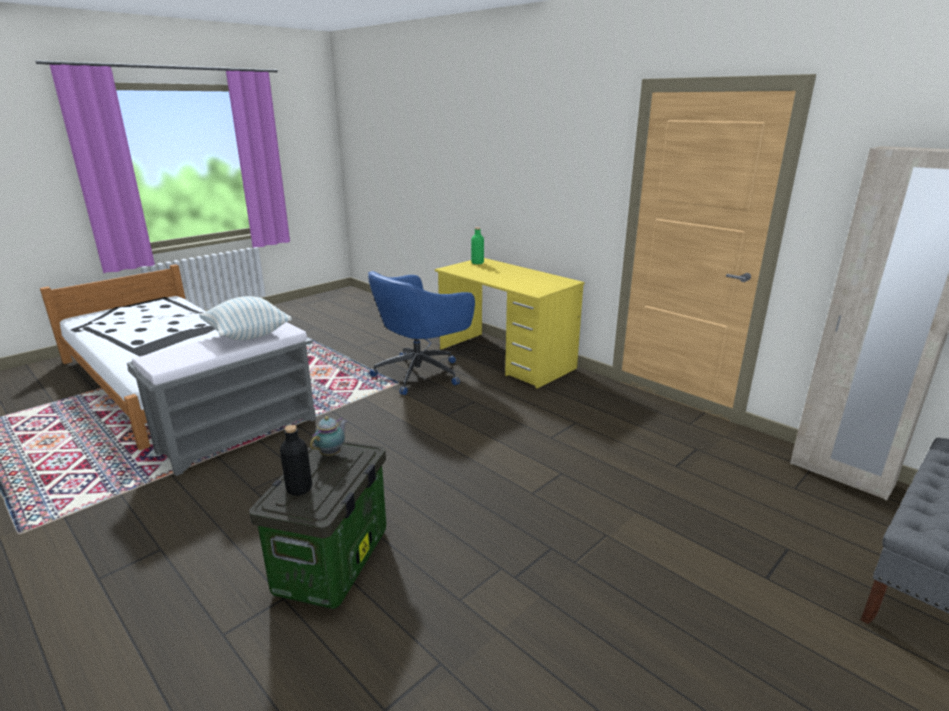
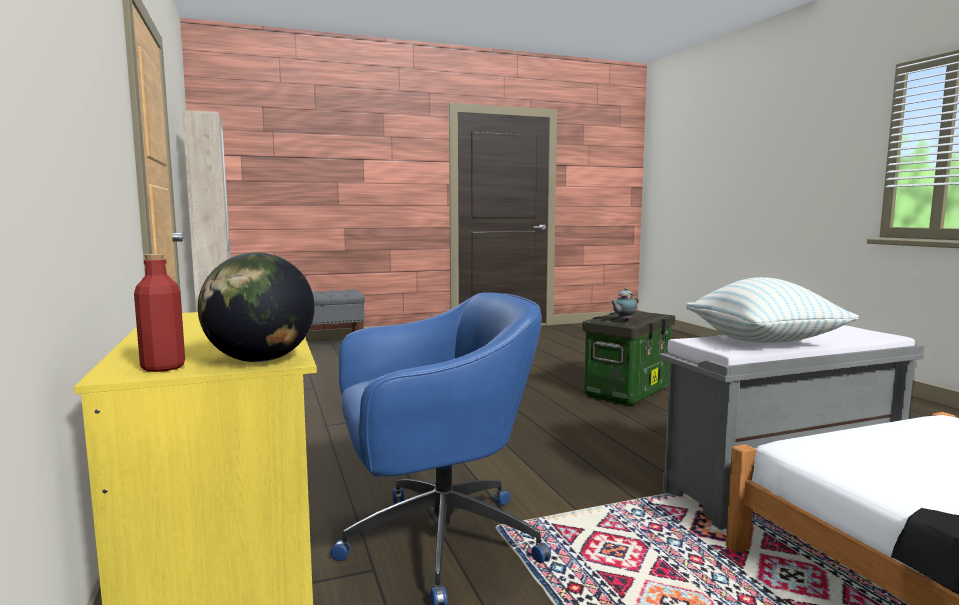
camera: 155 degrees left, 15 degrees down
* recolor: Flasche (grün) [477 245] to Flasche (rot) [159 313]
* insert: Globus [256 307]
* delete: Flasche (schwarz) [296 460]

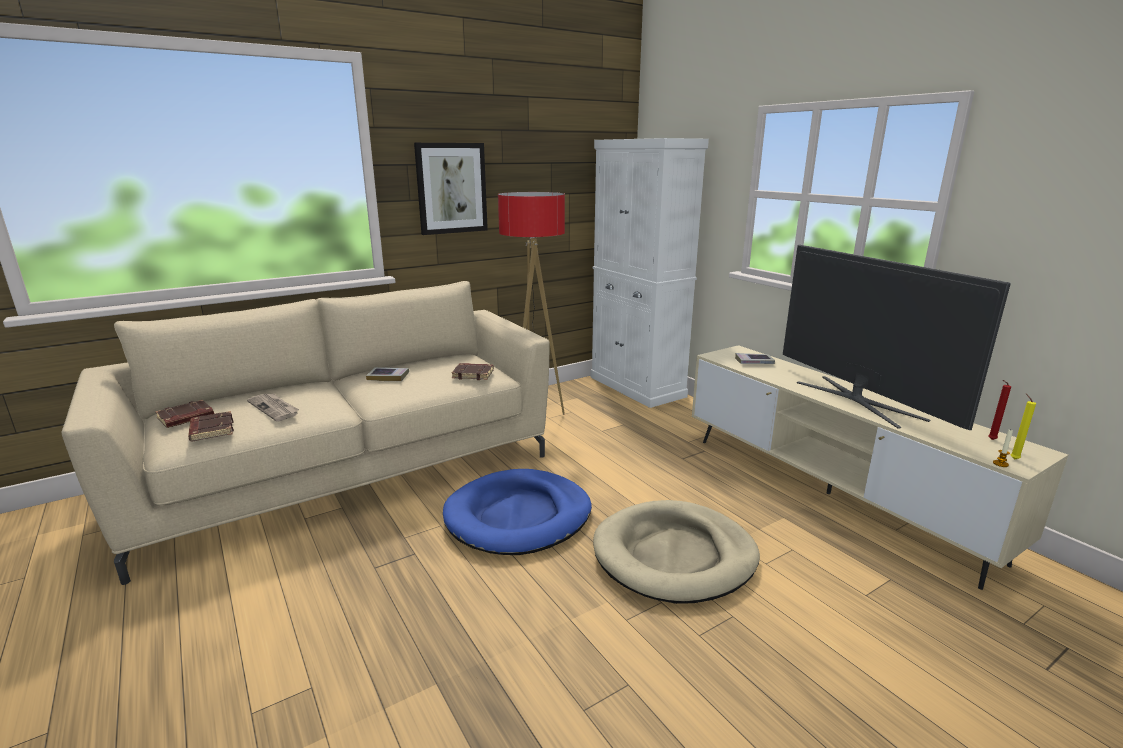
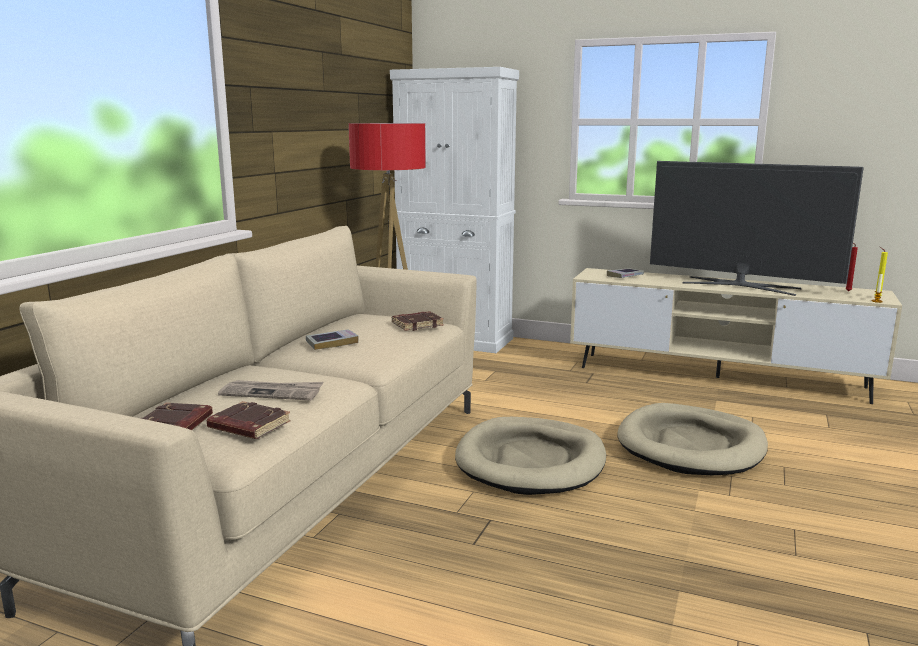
camera: 35 degrees left, 5 degrees down
* recolor: Hundebett (blau) [517 512] to Hundebett (beige) [530 456]
* delete: Bild [451 189]

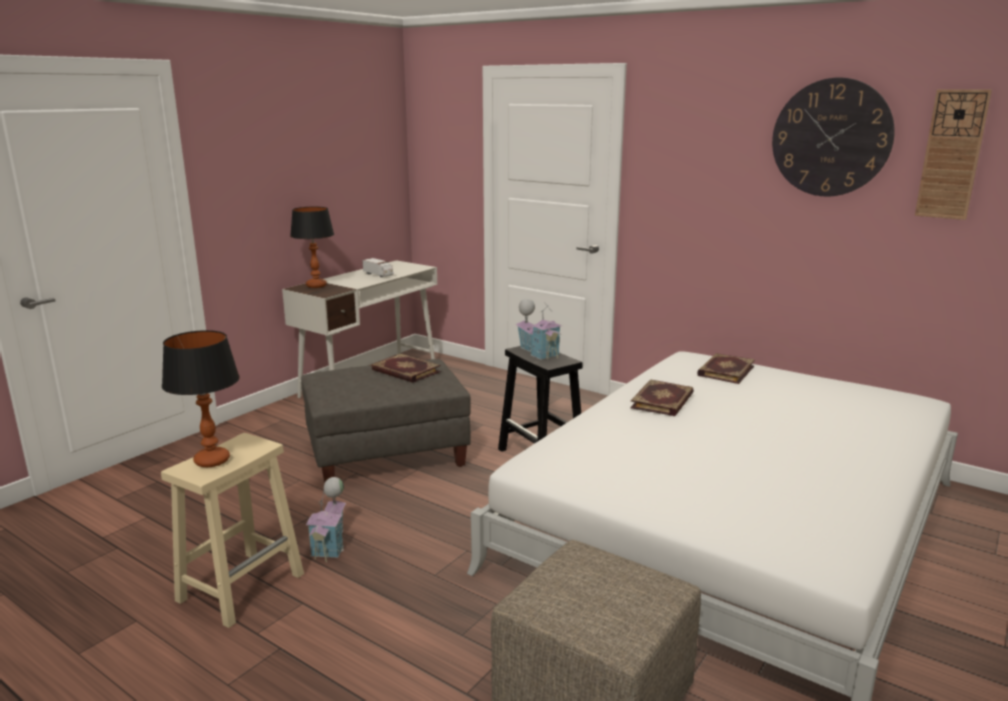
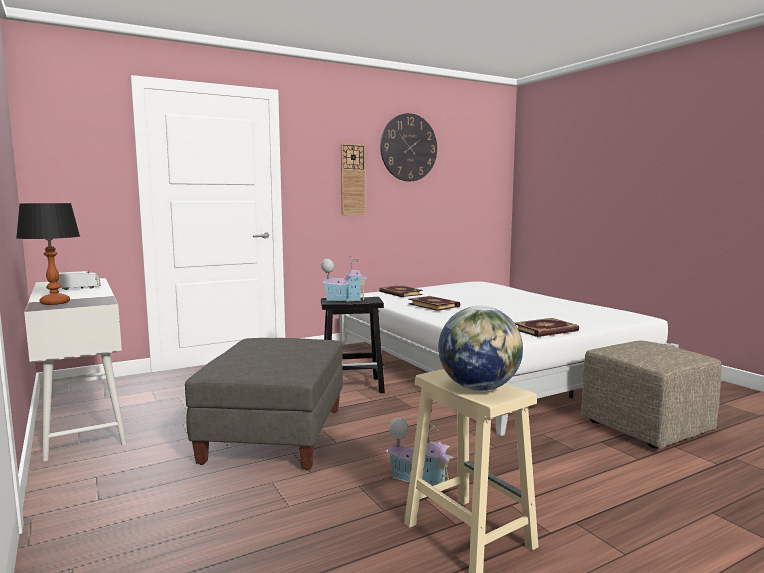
camera: 65 degrees left, 10 degrees down
* move: Wanduhr [953 154] to [353 179]
* replace: Tischlampe [201 398] to Globus [480 348]
* move: Buch [406 368] to [547 327]

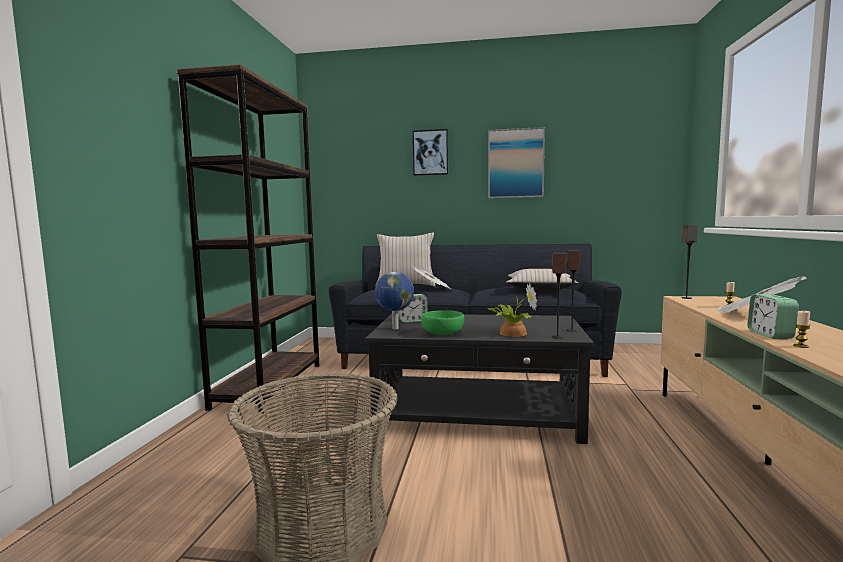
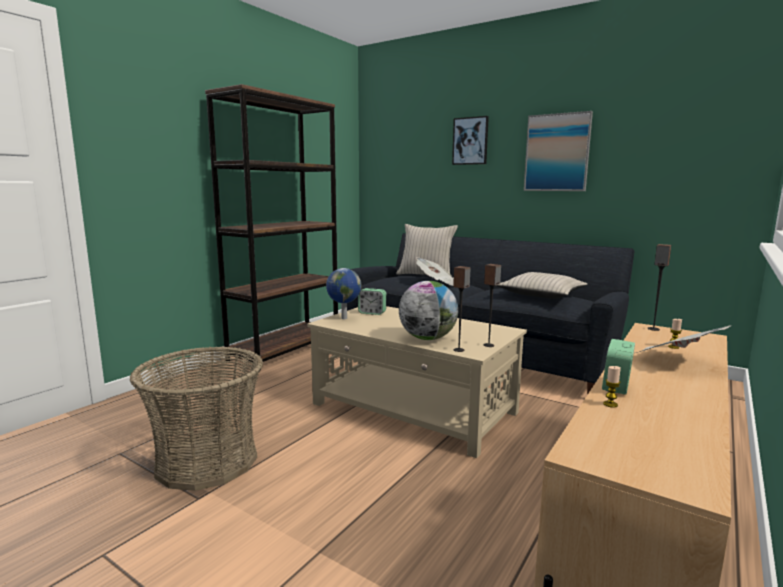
camera: 25 degrees right, 5 degrees up
* recolor: Couchtisch (schwarz) [479 379] to Couchtisch (beige) [417 382]
* replace: Topfpflanze [512 310] to Globus [428 310]
* delete: Schüssel (grün) [442 322]

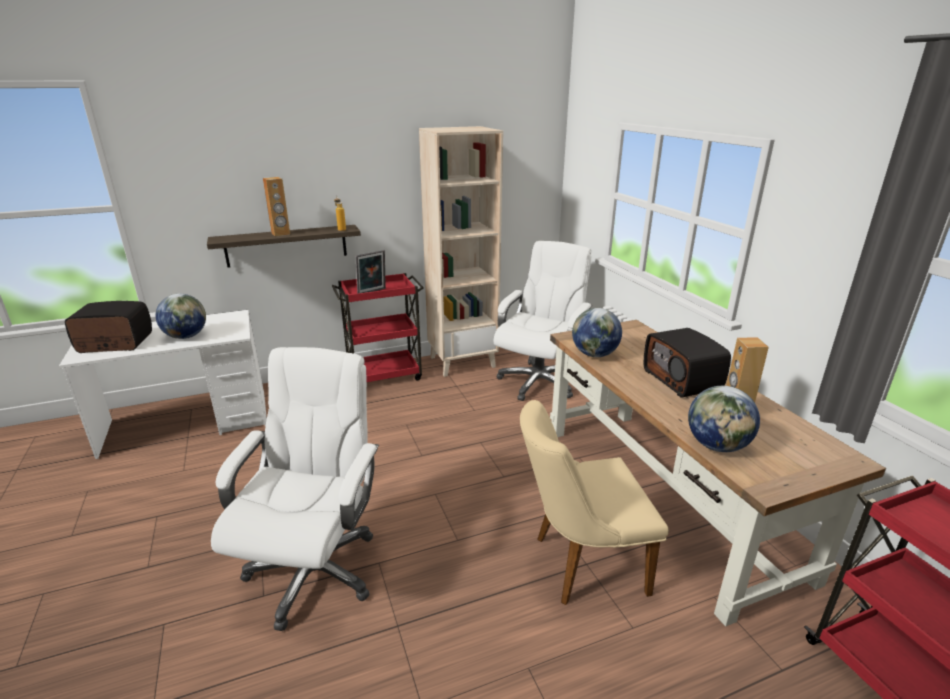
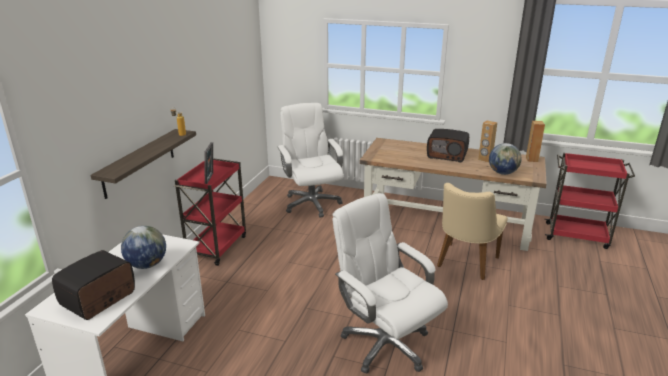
camera: 50 degrees left, 0 degrees up
* move: Lautsprecher (braun) [276 207] to [535 141]
* delete: Bücherregal (beige) [461 251]
* delete: Globus [597 332]

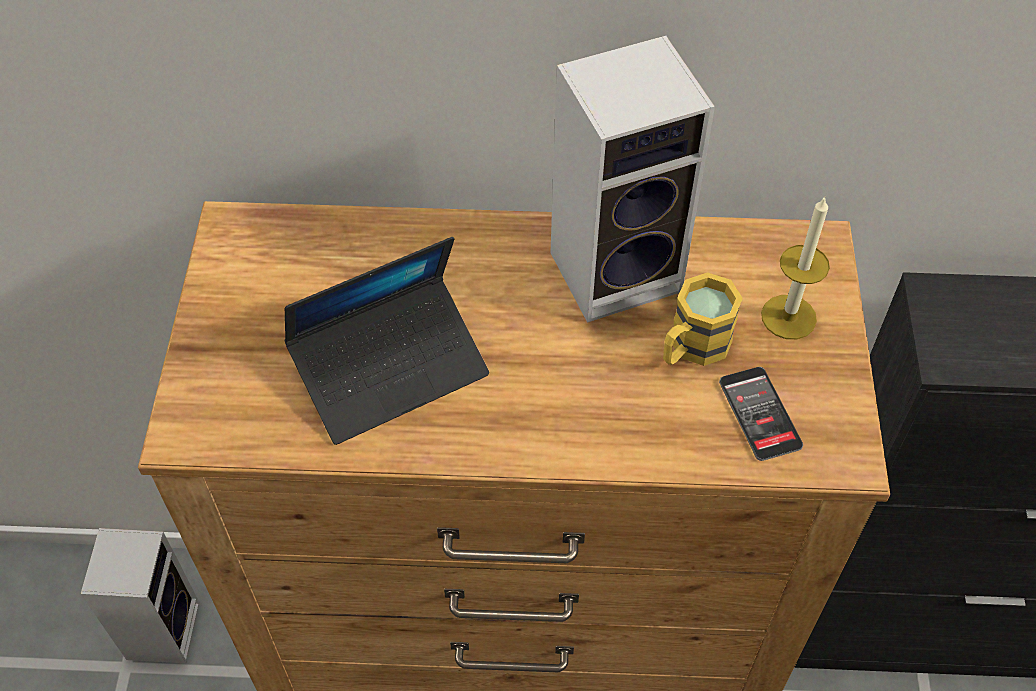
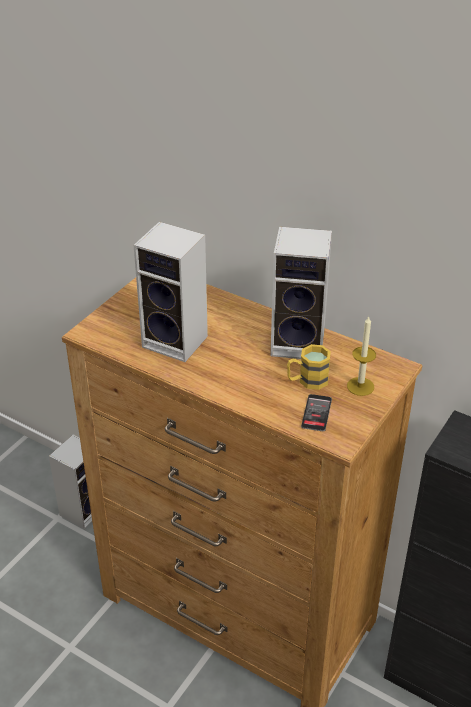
camera: 30 degrees right, 15 degrees down
* replace: Laptop [386 341] to Lautsprecher [171 292]

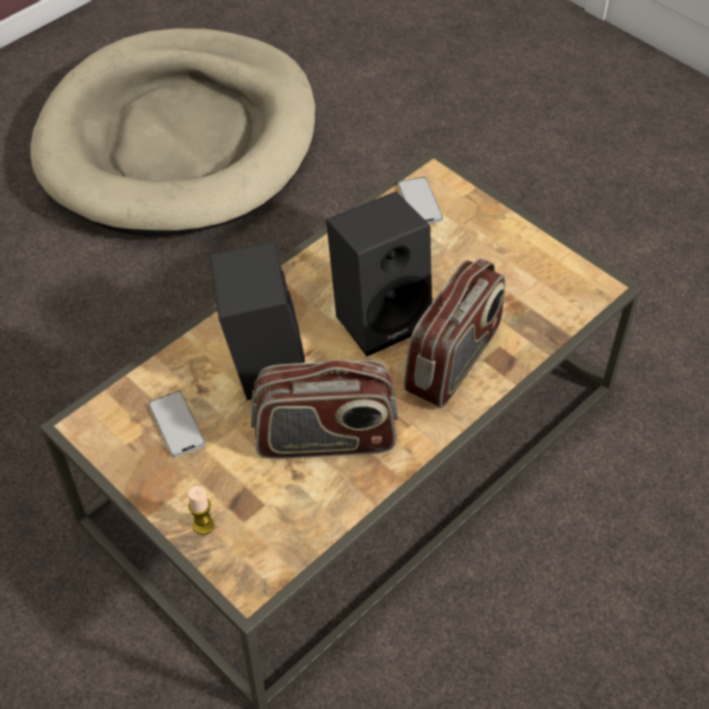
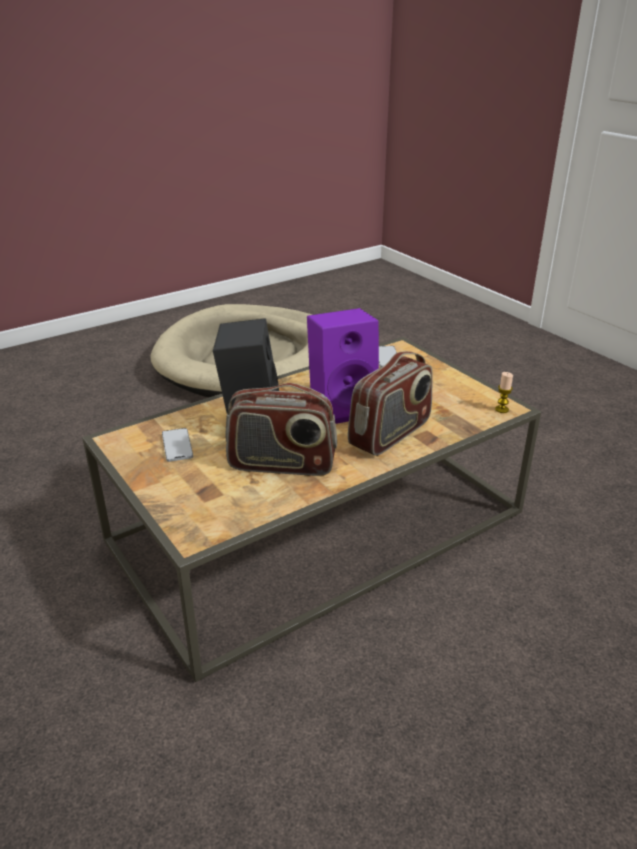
camera: 10 degrees right, 20 degrees down
* recolor: Lautsprecher (schwarz) [379 273] to Lautsprecher (lila) [343 366]
* move: Kerze [201 510] to [504 392]

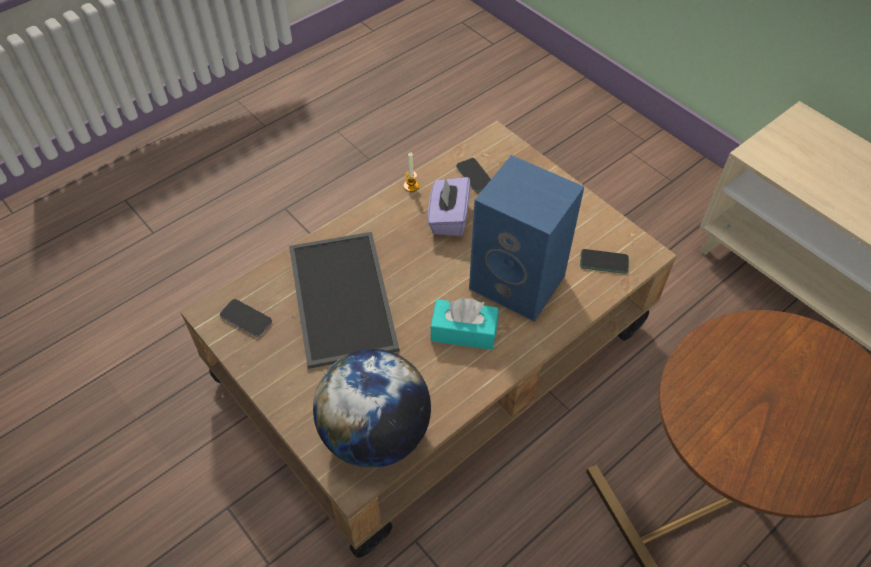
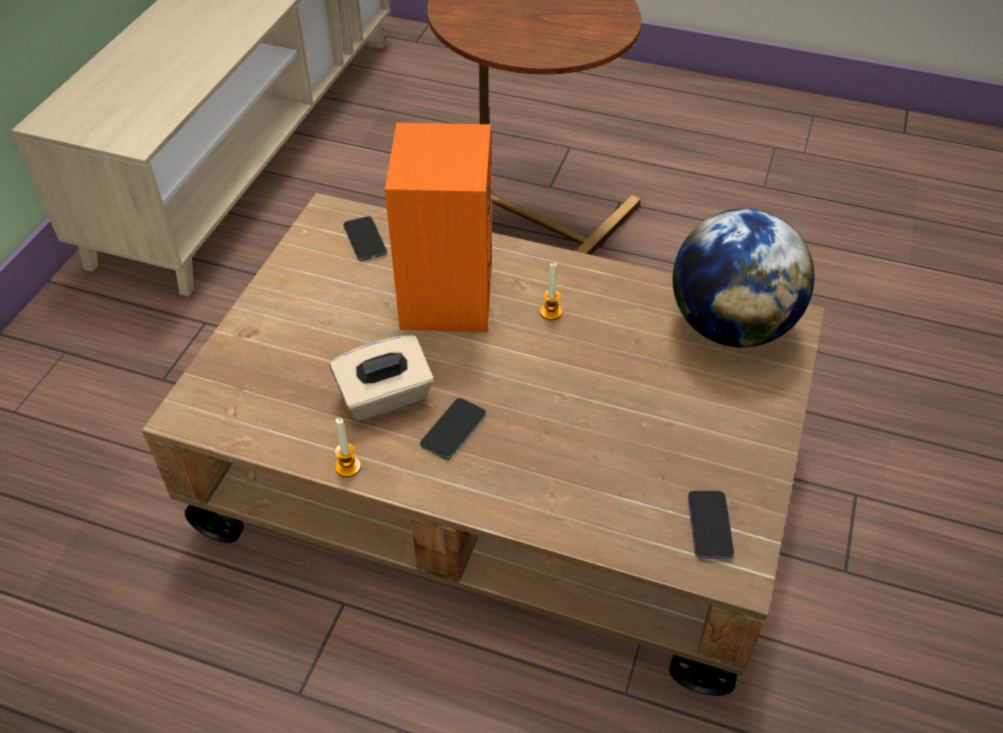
camera: 120 degrees left, 5 degrees down
* recolor: Taschentuchbox (lila) [449 207] to Taschentuchbox (beige) [382 378]
* recolor: Lautsprecher (blau) [526 238] to Lautsprecher (orange) [438 227]
* move: Handy [473 175] to [453 428]
* replace: Taschentuchbox (türkis) [464 324] to Kerze [551 291]
* delete: Tablett [344 300]

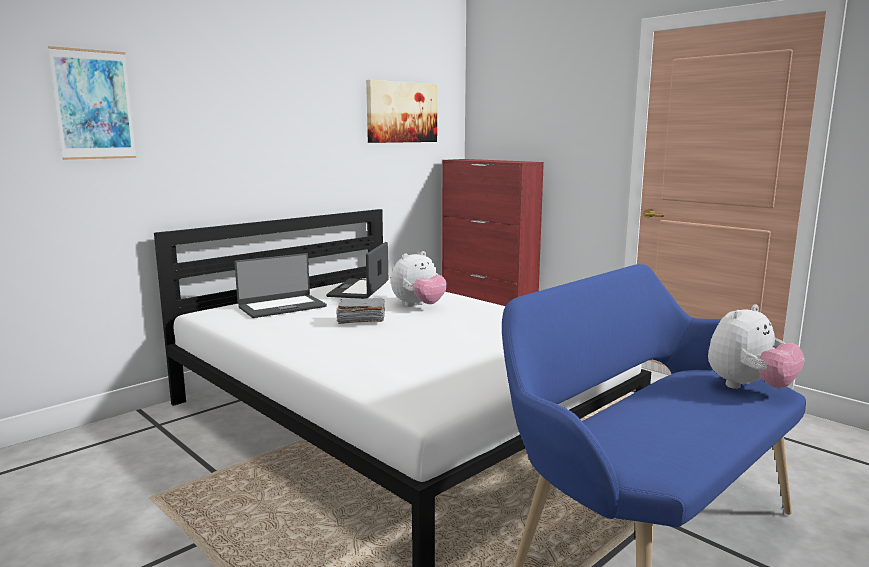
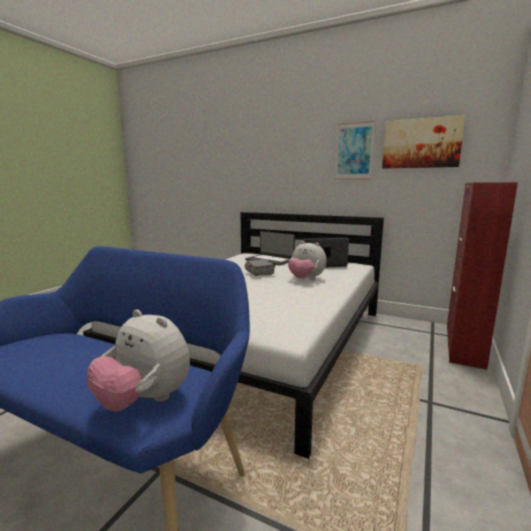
camera: 70 degrees right, 0 degrees up
* move: Bild [92 103] to [354 150]

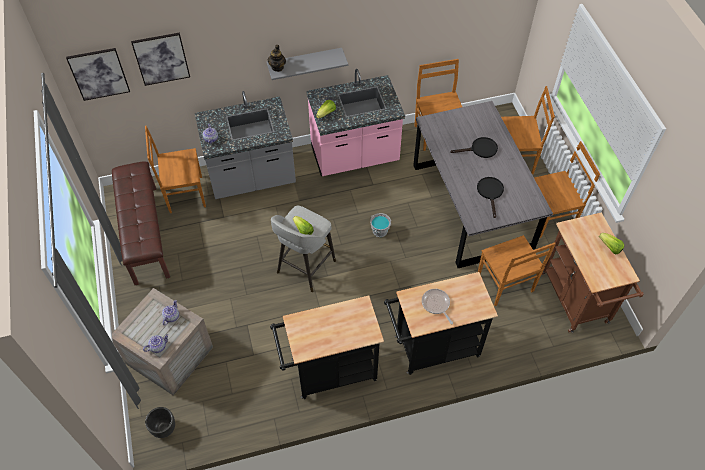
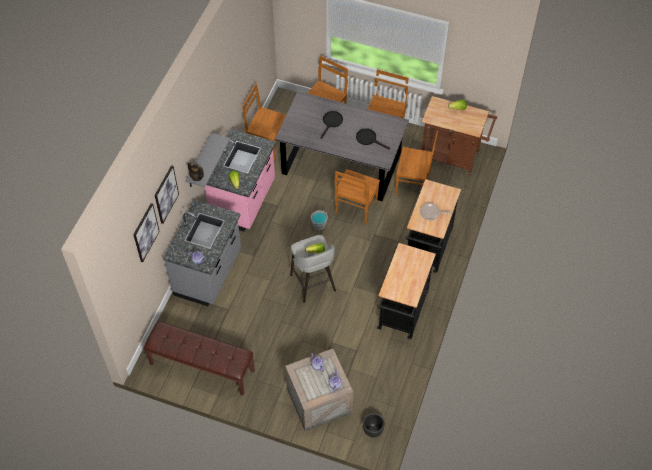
camera: 55 degrees left, 0 degrees up
* move: Bild [98 74] to [167 194]
* move: Stuhl (braun) [175 169] to [357 196]

